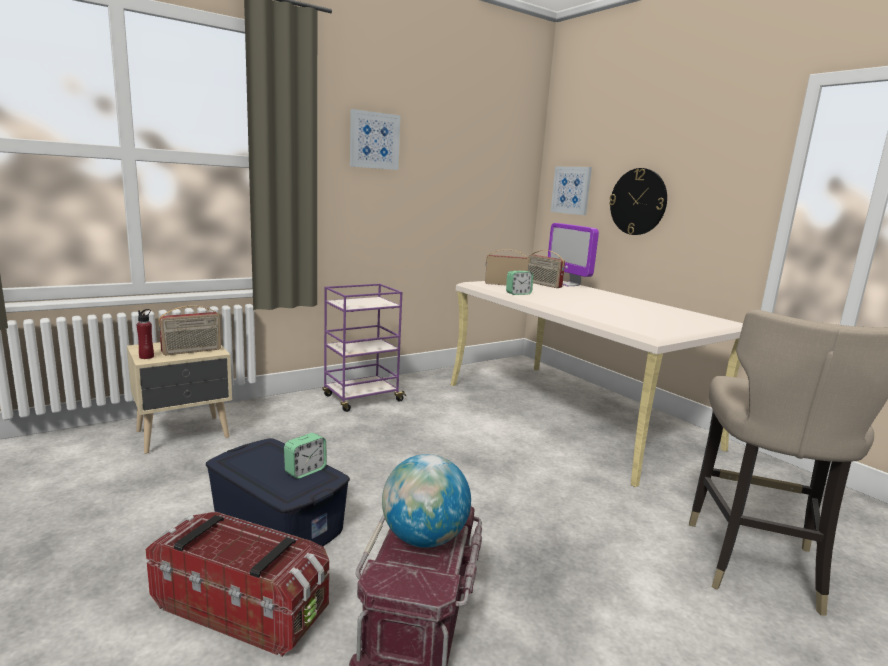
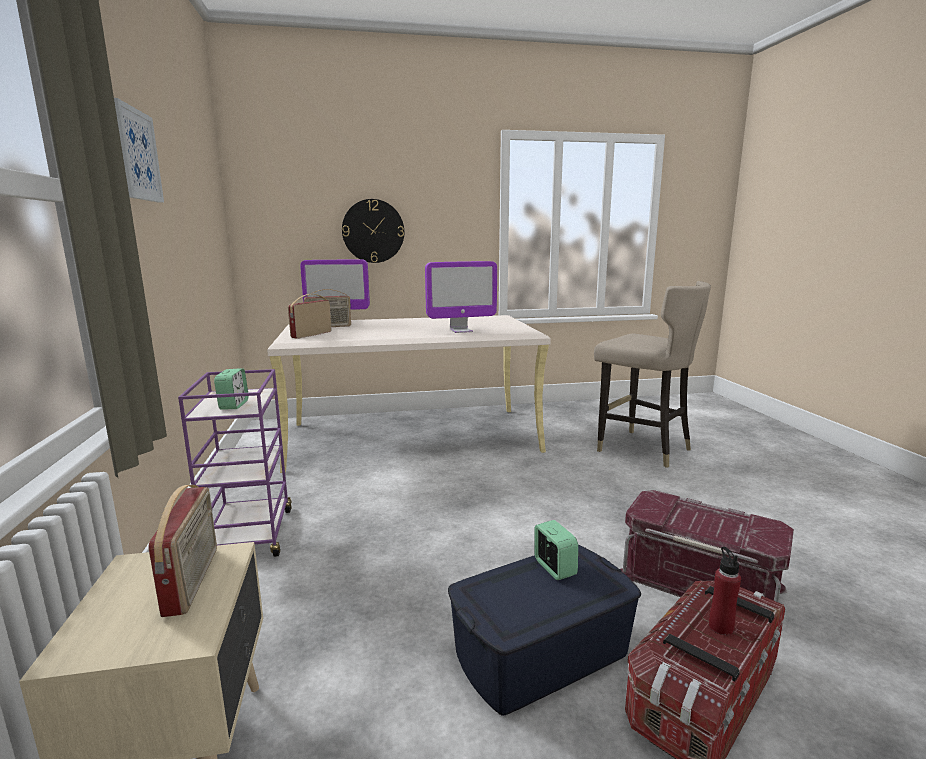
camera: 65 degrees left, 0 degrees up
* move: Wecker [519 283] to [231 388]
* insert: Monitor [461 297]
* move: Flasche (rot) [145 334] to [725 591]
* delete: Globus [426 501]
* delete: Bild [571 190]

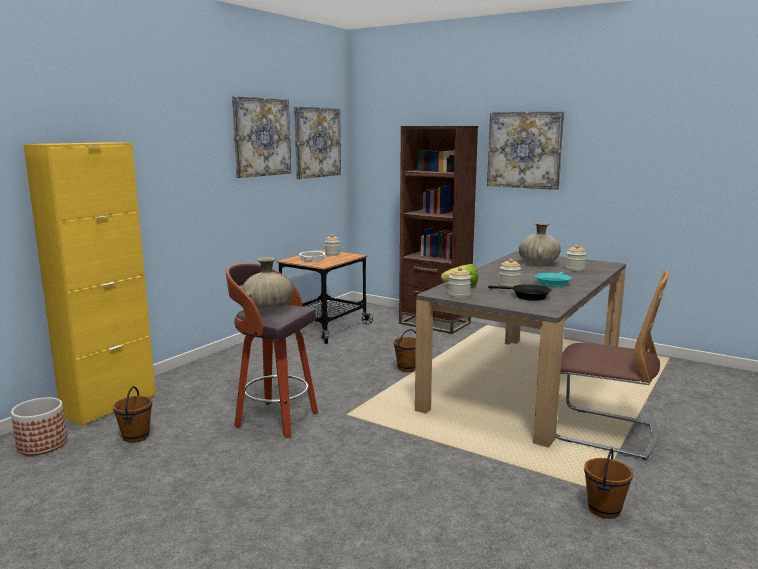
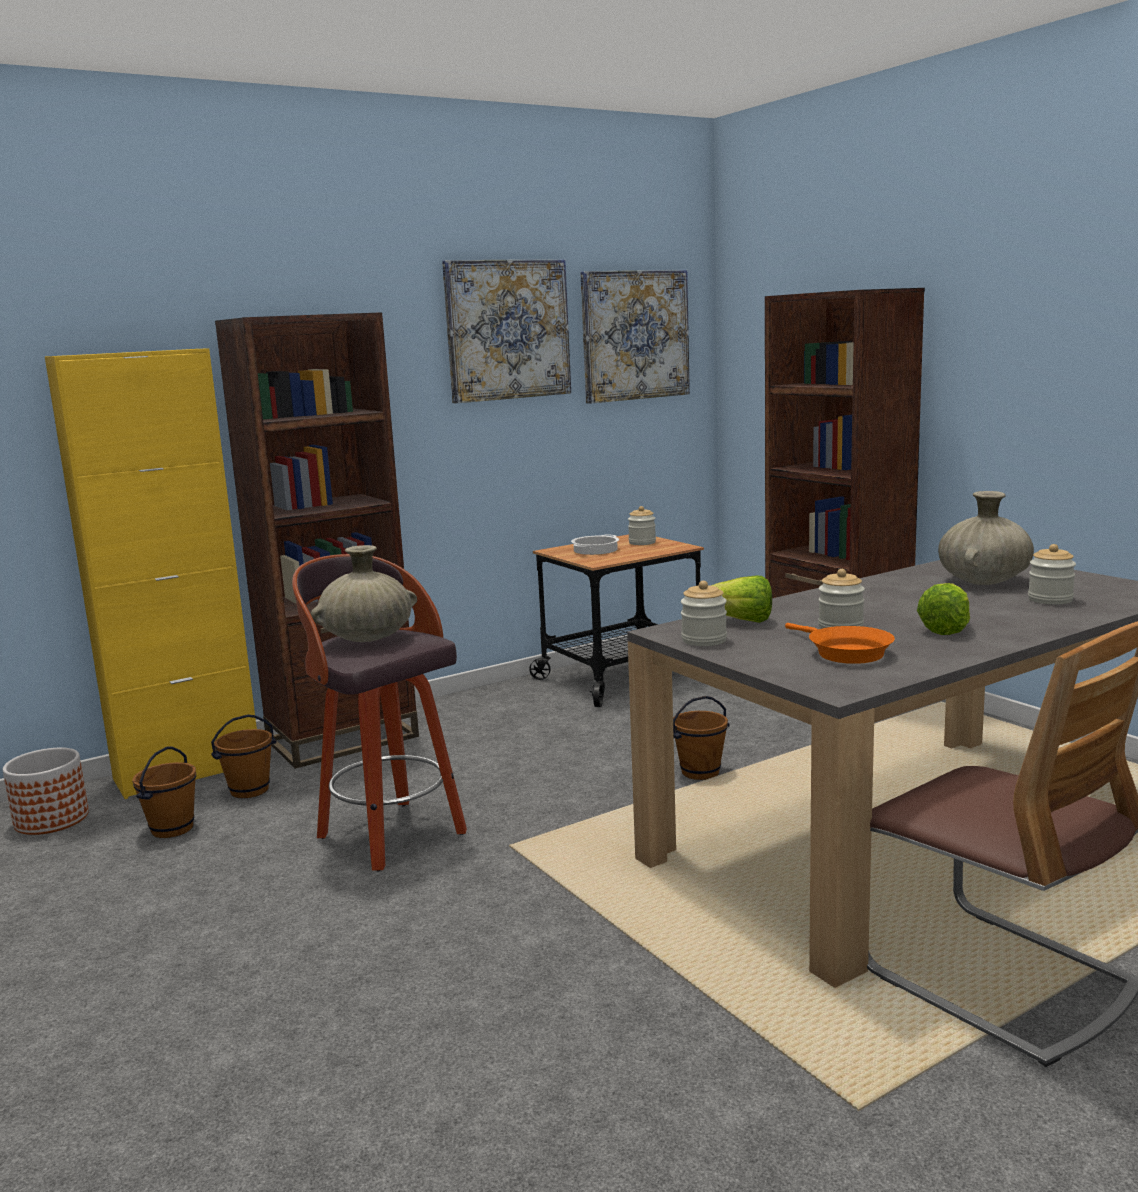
camera: 25 degrees right, 0 degrees up
* move: Eimer (braun) [608 483] to [243 756]
* insert: Bücherregal (braun) [317 540]
* recolor: Pfanne (schwarz) [519 292] to Pfanne (orange) [840 643]
* replace: Pfanne (türkis) [553 279] to Salatkopf [943 609]
* delete: Bild [525 150]

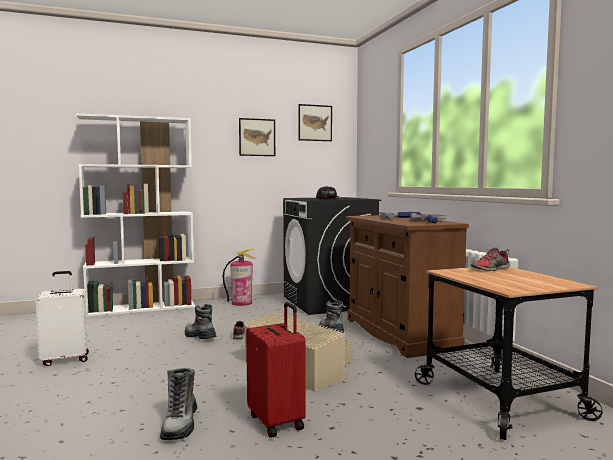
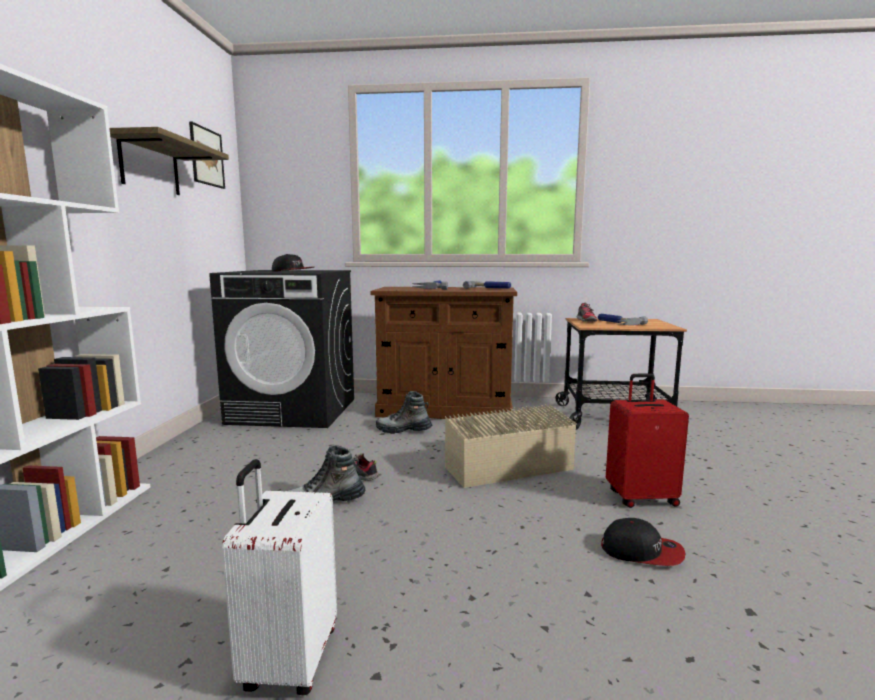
camera: 65 degrees left, 5 degrees up
* replace: Bild [257 137] to Wandregal [169 161]
* insert: Hammer [623 319]
* replace: Stiefel [178 404] to Kappe [643 542]
* delete: Feuerlöscher [239 277]

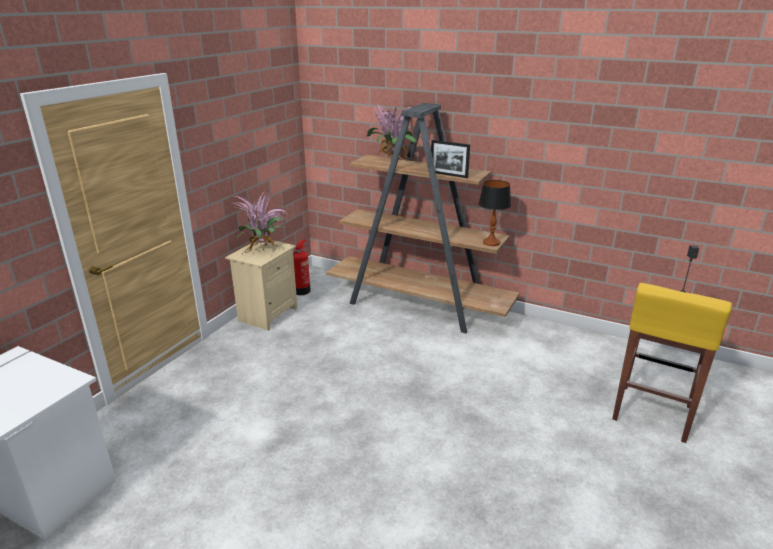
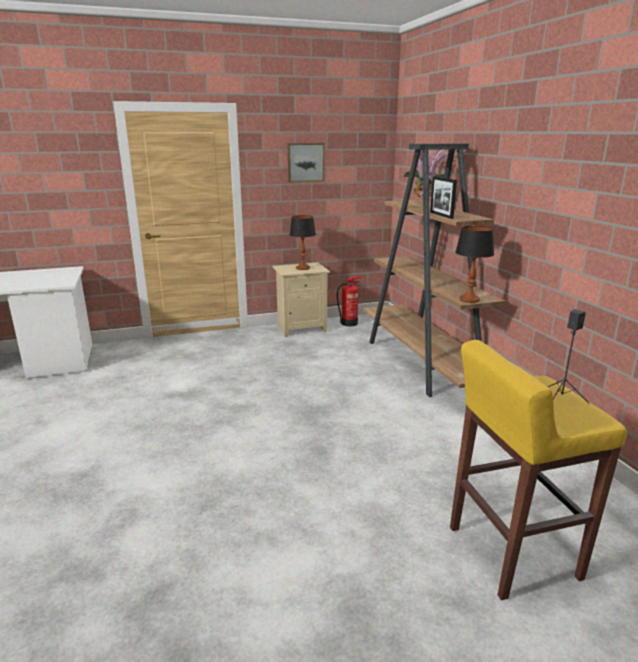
camera: 45 degrees right, 5 degrees down
* insert: Bild [306 162]
* replace: Topfpflanze [260 224] to Tischlampe [302 242]

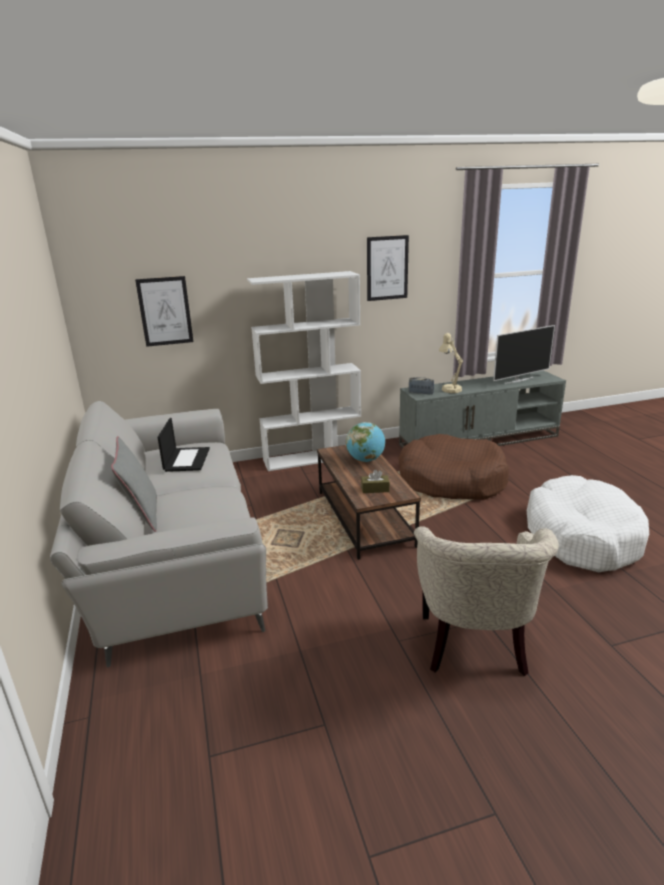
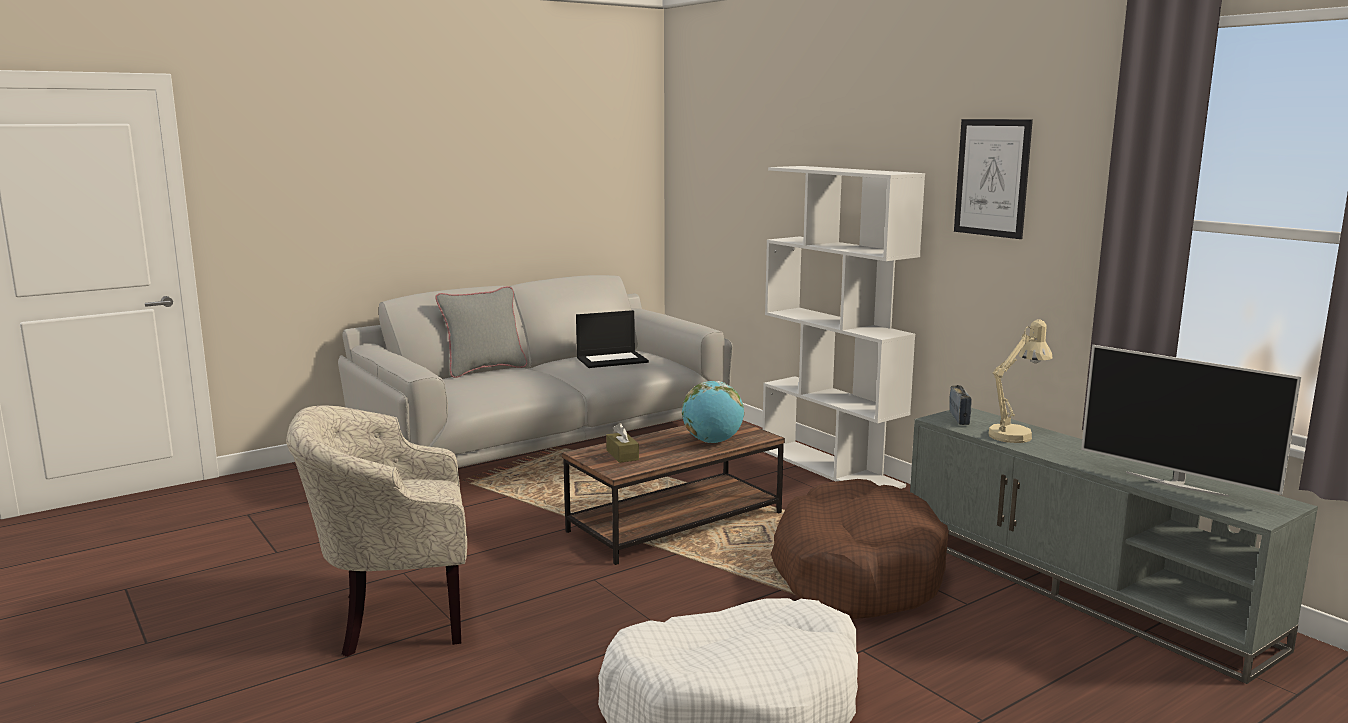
camera: 70 degrees right, 10 degrees down
* delete: Bild [164 311]

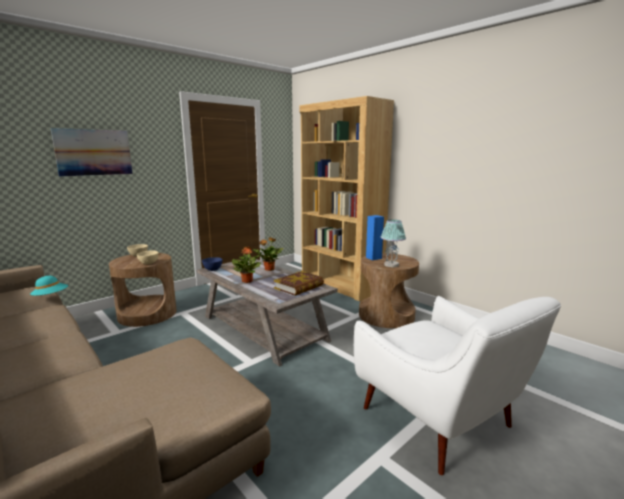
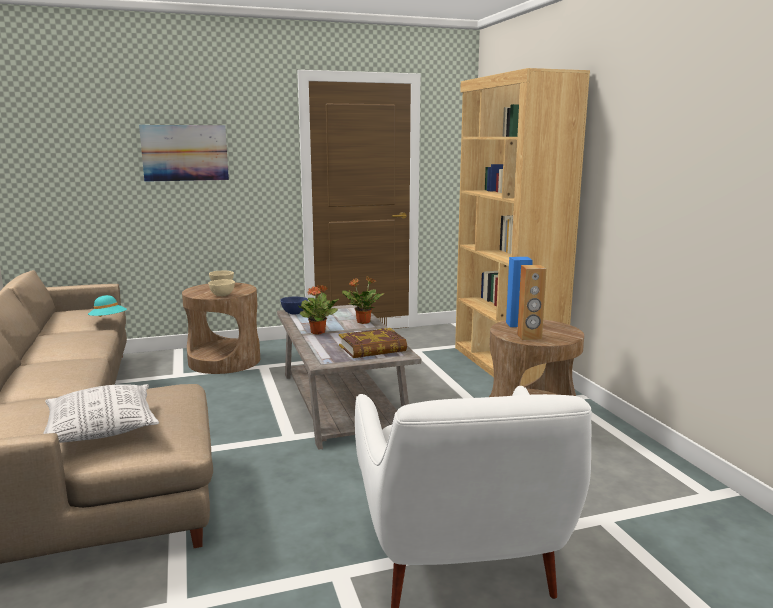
camera: 25 degrees right, 0 degrees up
* insert: Kissen [101 413]
* replace: Tischlampe [393 243] to Lautsprecher (braun) [532 302]

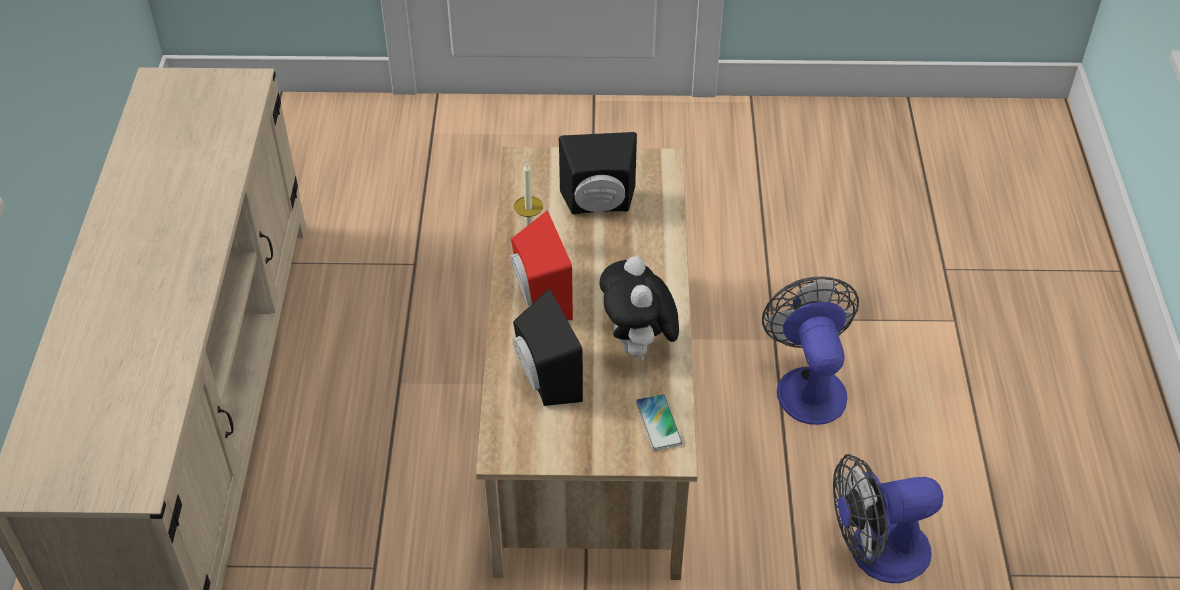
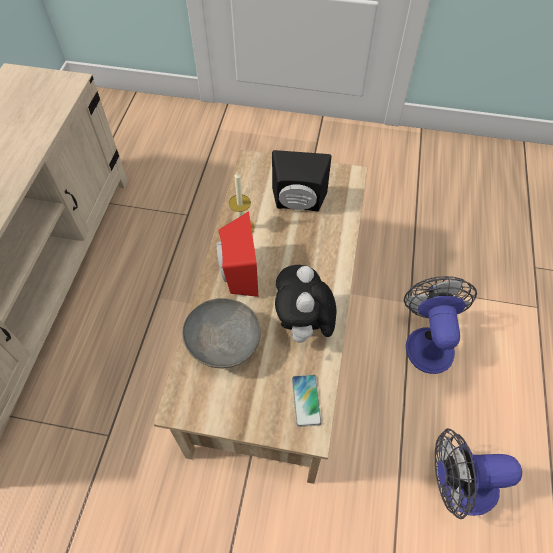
camera: 10 degrees right, 10 degrees up
* replace: Lautsprecher (schwarz) [548 347] to Schüssel (grau) [221 333]

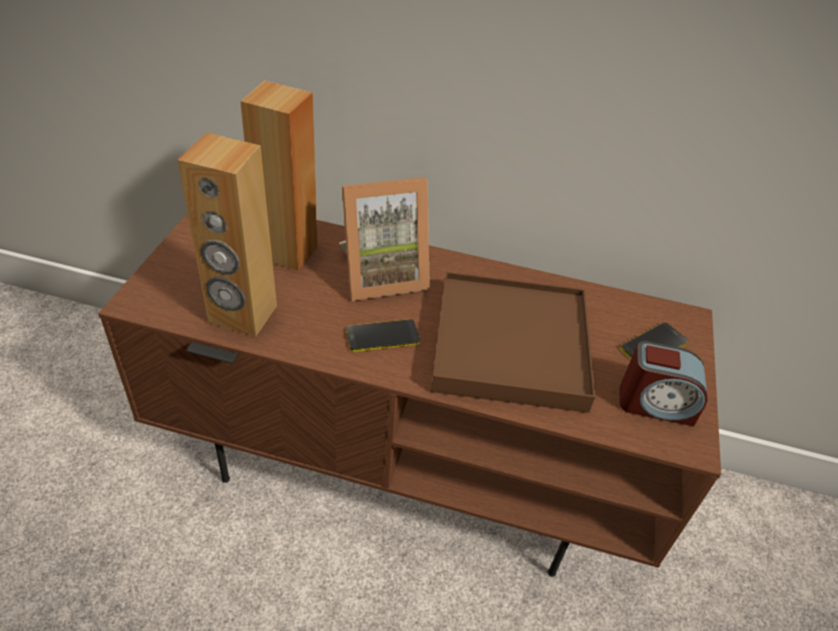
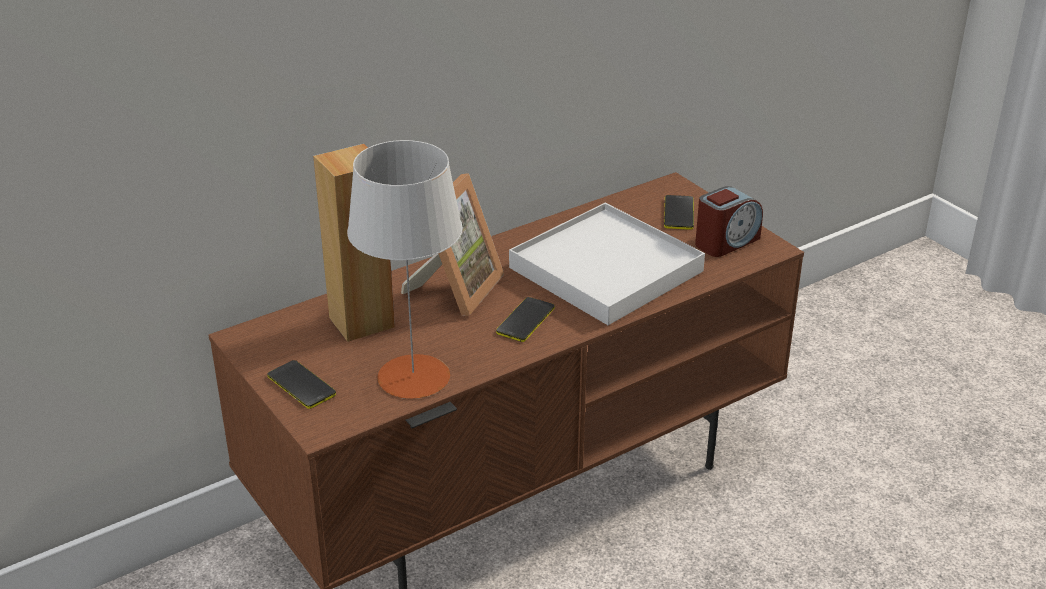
camera: 45 degrees left, 10 degrees down
* insert: Handy [301 384]
* replace: Lautsprecher (braun) [227 235] to Tischlampe (grau) [405 269]
* recolor: Tablett (braun) [513 342] to Tablett (weiß) [607 264]

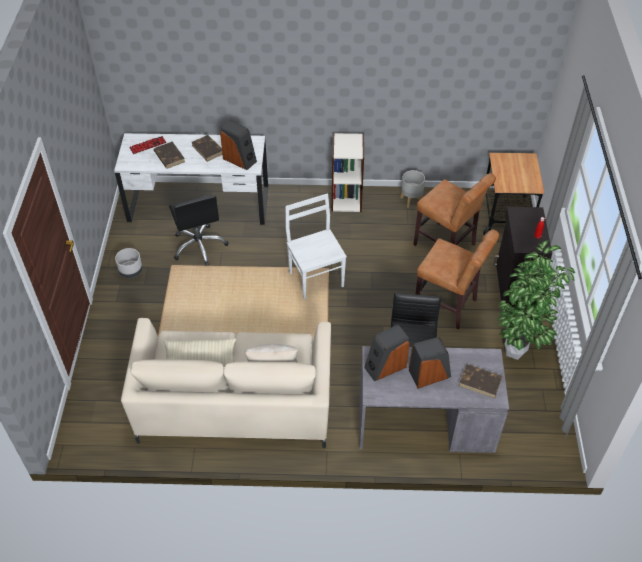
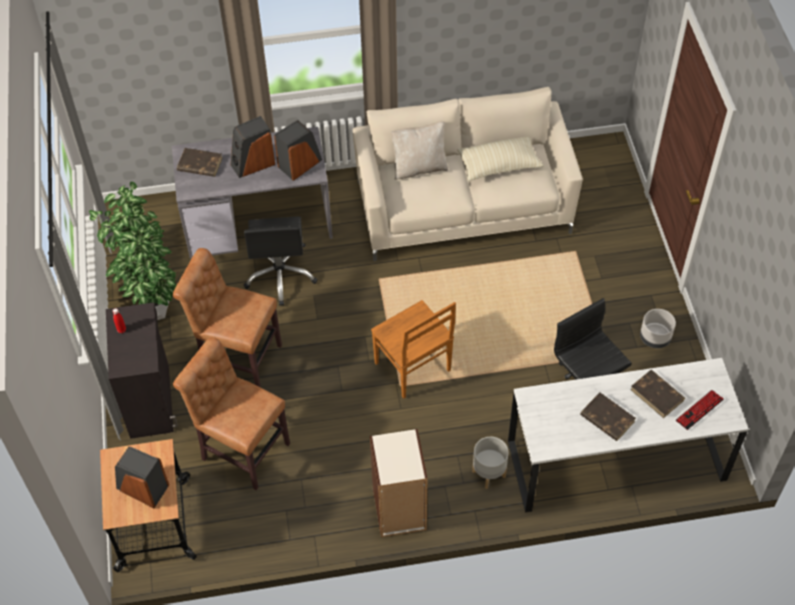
camera: 170 degrees right, 5 degrees up
* move: Lautsprecher [238 145] to [142 477]
* recolor: Stuhl (weiß) [316 246] to Stuhl (braun) [413 349]
* move: Pflanzkübel (grau) [413 189] to [490 463]

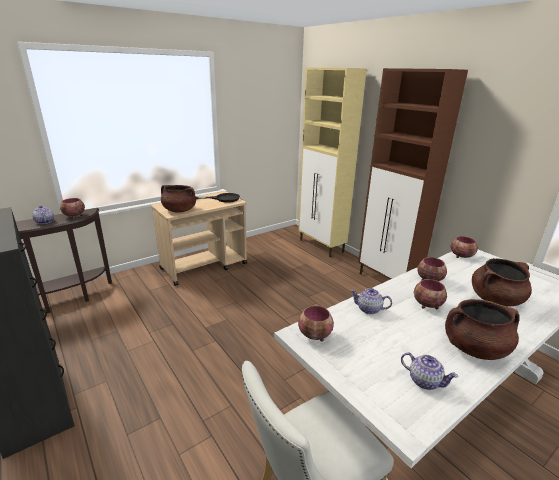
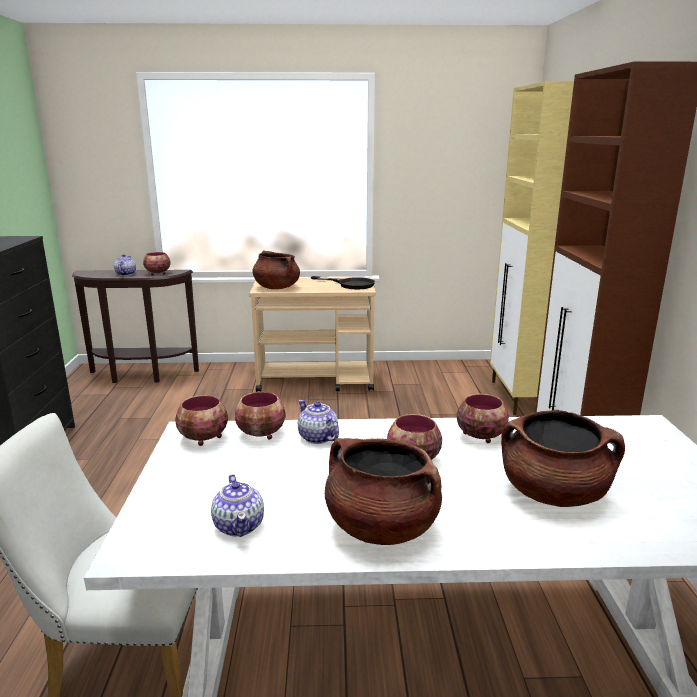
camera: 35 degrees right, 5 degrees down
* move: Schüssel [464 247] to [260 416]

